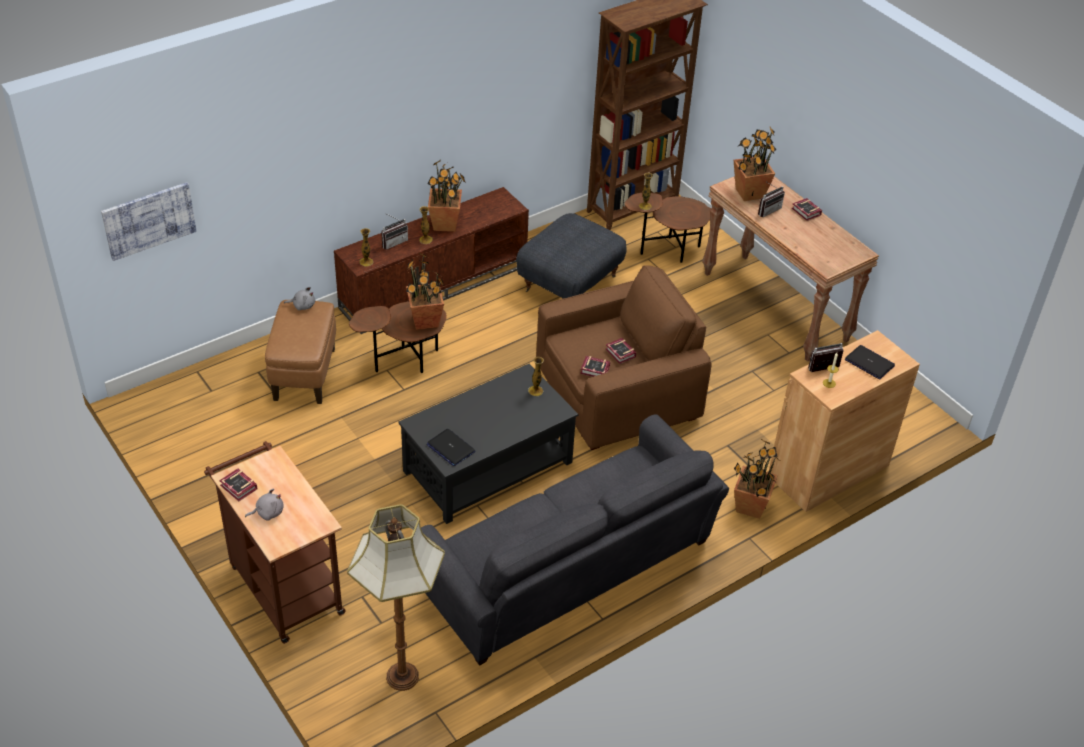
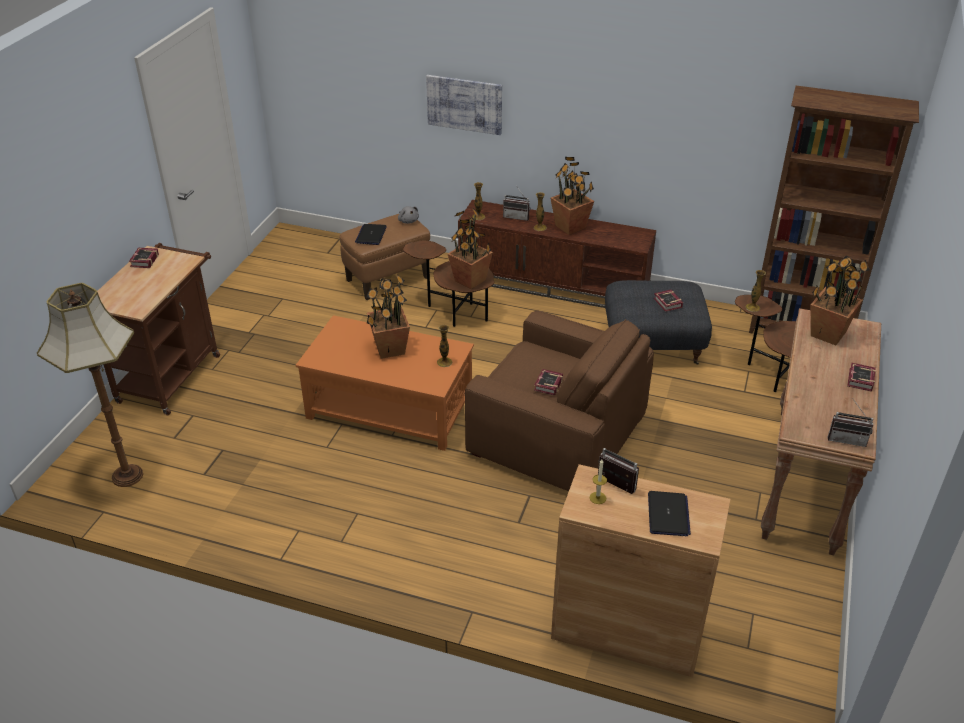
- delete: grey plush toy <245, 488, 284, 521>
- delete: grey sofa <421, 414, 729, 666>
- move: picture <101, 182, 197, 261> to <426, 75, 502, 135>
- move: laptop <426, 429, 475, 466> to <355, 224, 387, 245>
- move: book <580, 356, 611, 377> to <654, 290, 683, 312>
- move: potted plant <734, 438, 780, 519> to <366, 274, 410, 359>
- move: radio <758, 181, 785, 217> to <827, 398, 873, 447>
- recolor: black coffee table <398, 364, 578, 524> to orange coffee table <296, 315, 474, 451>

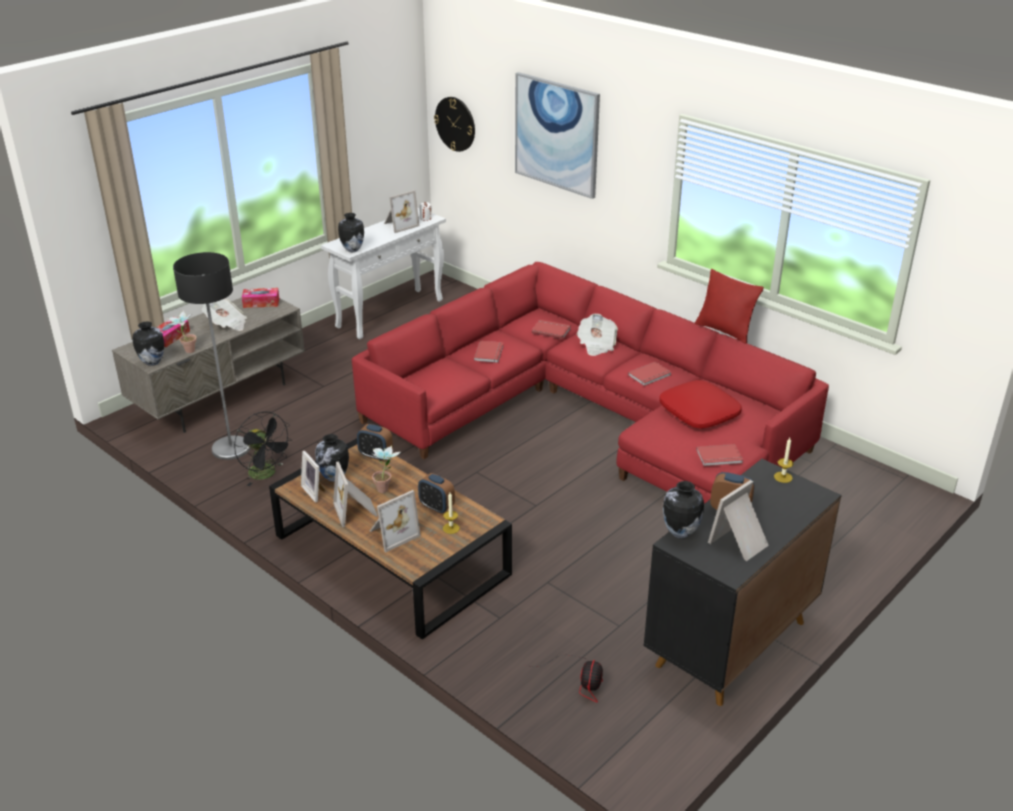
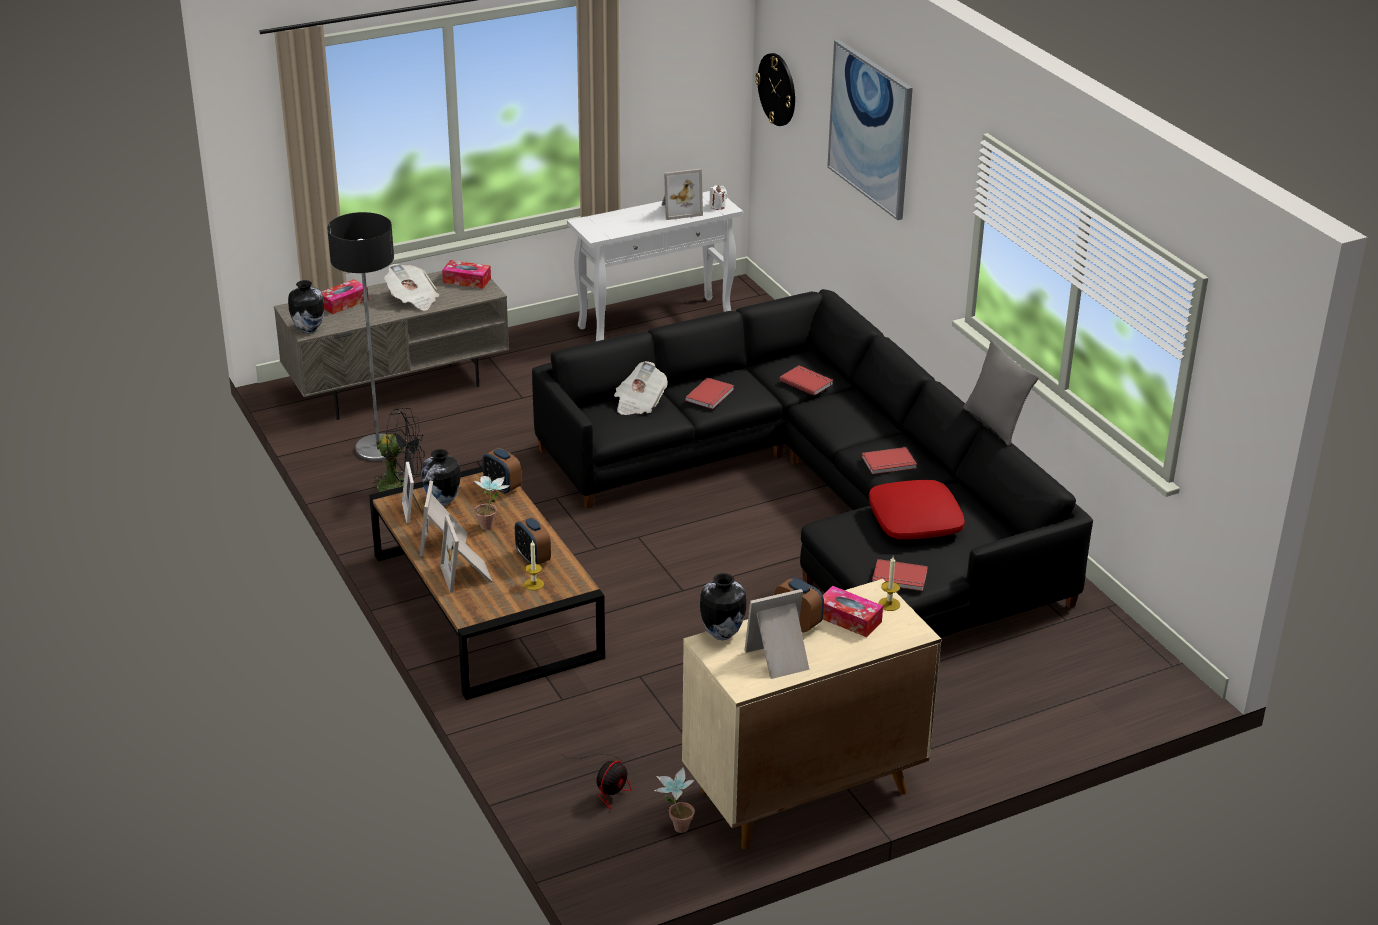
- delete: vase <338, 213, 364, 252>
- insert: tissue box <823, 586, 883, 637>
- move: potted plant <167, 310, 197, 353> to <654, 767, 695, 833>
- move: newspaper <577, 314, 618, 356> to <614, 361, 668, 415>
- recolor: red sofa <352, 262, 829, 504> to black sofa <532, 289, 1093, 638>
- recolor: black cabinet <644, 459, 842, 706> to beige cabinet <682, 579, 941, 849>
- recolor: red pillow <695, 269, 764, 344> to grey pillow <963, 340, 1039, 446>
- rotate: black fan <234, 411, 293, 486> = <370, 408, 425, 492> 60 degrees counterclockwise
- rotate: picture frame <370, 490, 421, 552> = <440, 515, 492, 593> 90 degrees clockwise

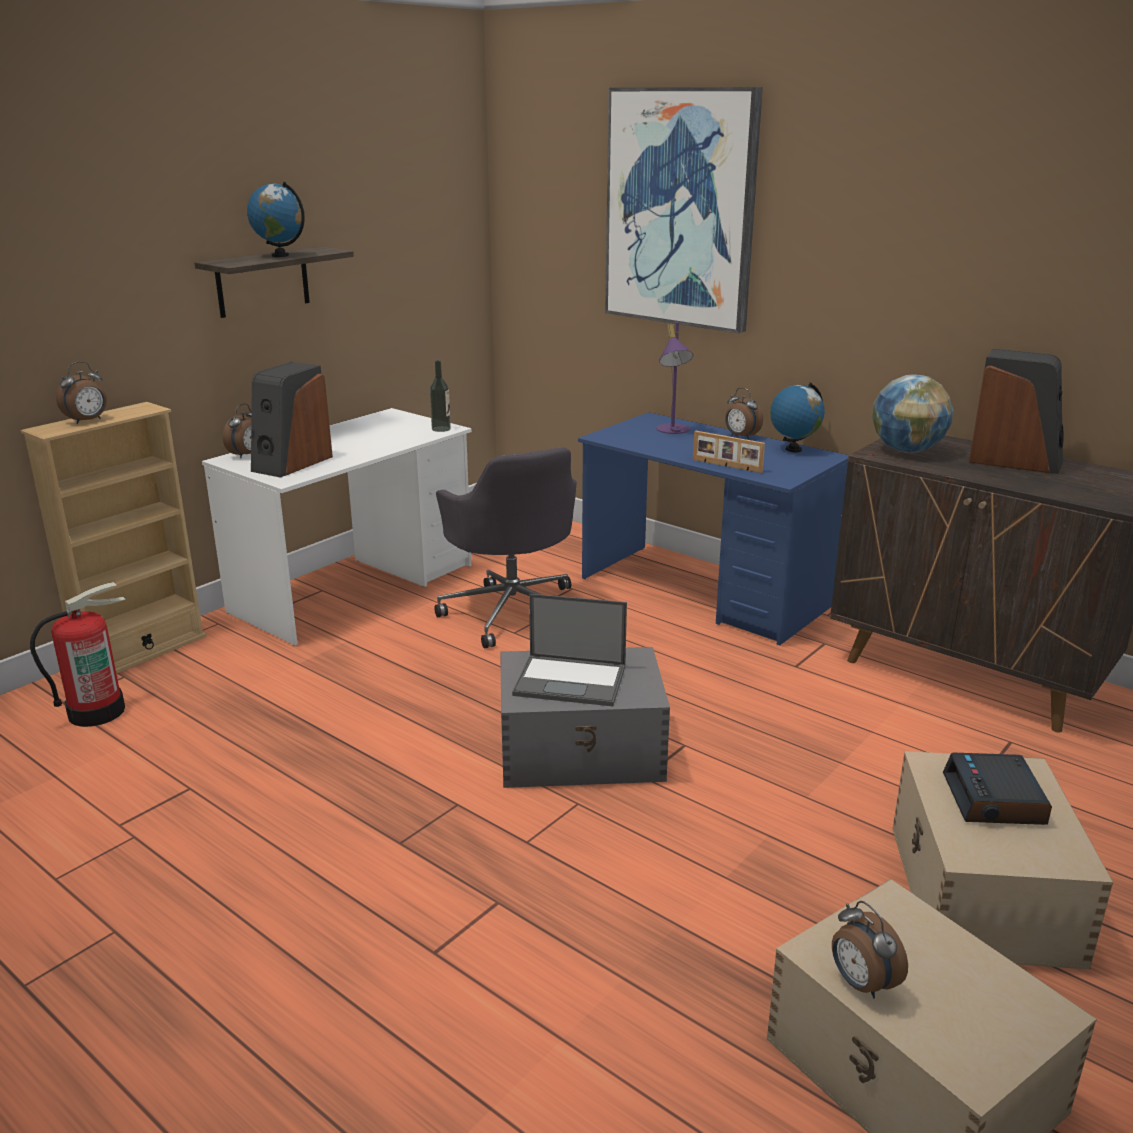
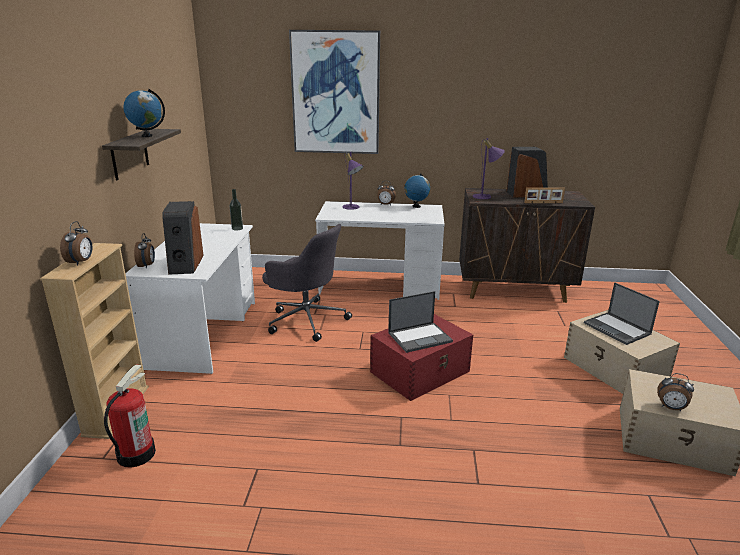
- move: picture frame <693, 431, 765, 473> to <524, 188, 565, 203>
- replace: globe <872, 375, 953, 453> to purple table lamp <473, 138, 505, 199>
- replace: alarm clock <943, 753, 1052, 825> to laptop <584, 282, 660, 345>
- recolor: grey storage box <500, 647, 670, 788> to red storage box <370, 314, 473, 401>
- recolor: blue desk <578, 412, 849, 646> to white desk <315, 201, 445, 300>

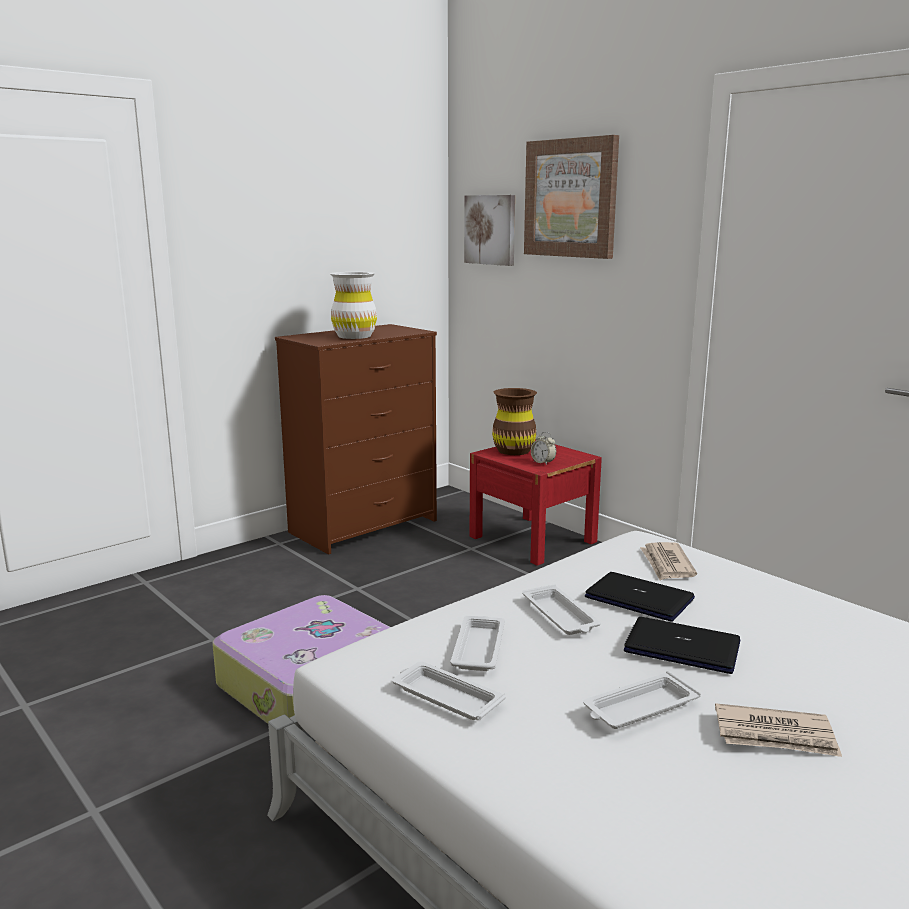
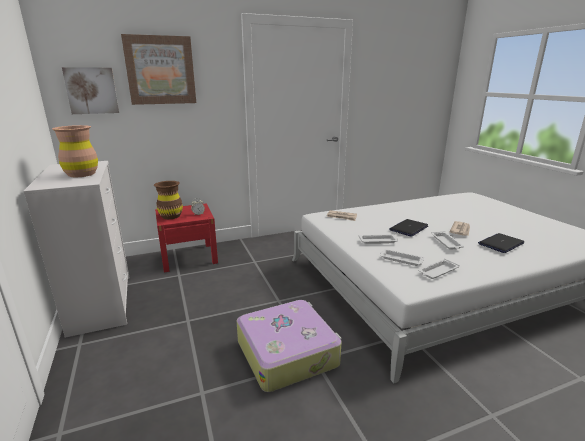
- move: laptop <585, 572, 695, 622> to <478, 233, 524, 253>
- recolor: brown dresser <275, 324, 437, 555> to white dresser <23, 161, 130, 338>
- recolor: white vase <330, 272, 377, 339> to brown vase <52, 125, 98, 177>

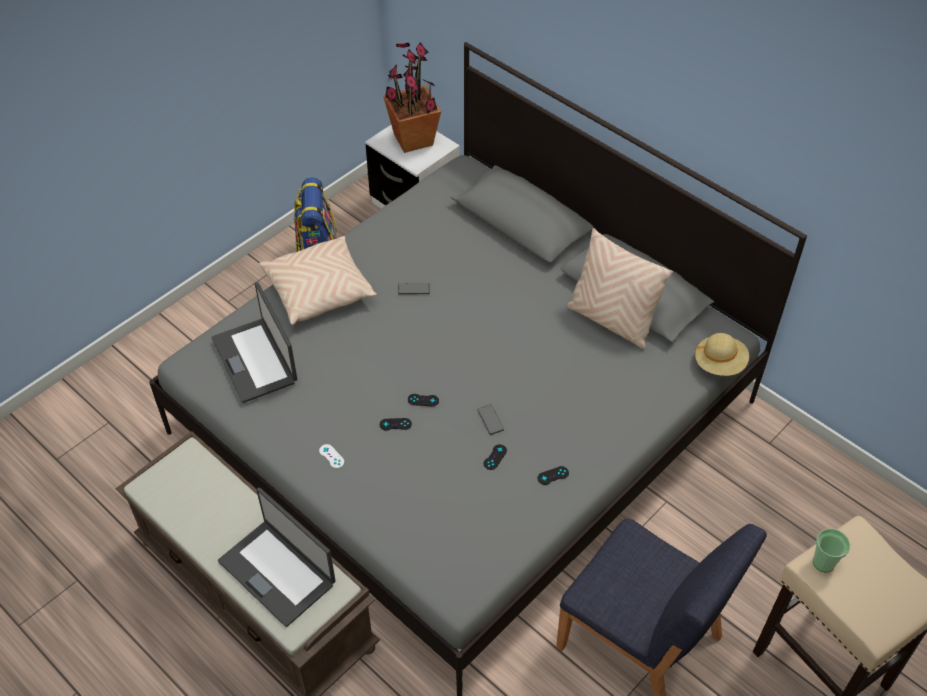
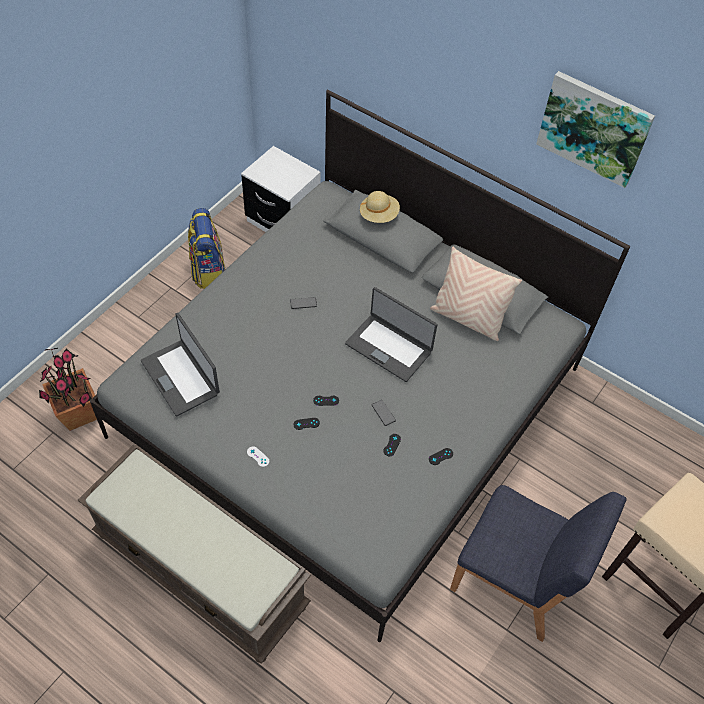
- delete: beige pillow <259, 236, 377, 325>
- delete: cup <813, 529, 850, 572>
- insert: picture <536, 71, 655, 188>
- move: laptop <218, 487, 336, 627> to <345, 287, 438, 382>
- move: potted plant <383, 42, 441, 153> to <39, 348, 97, 431>
- move: beige hat <694, 333, 749, 376> to <360, 191, 400, 223>

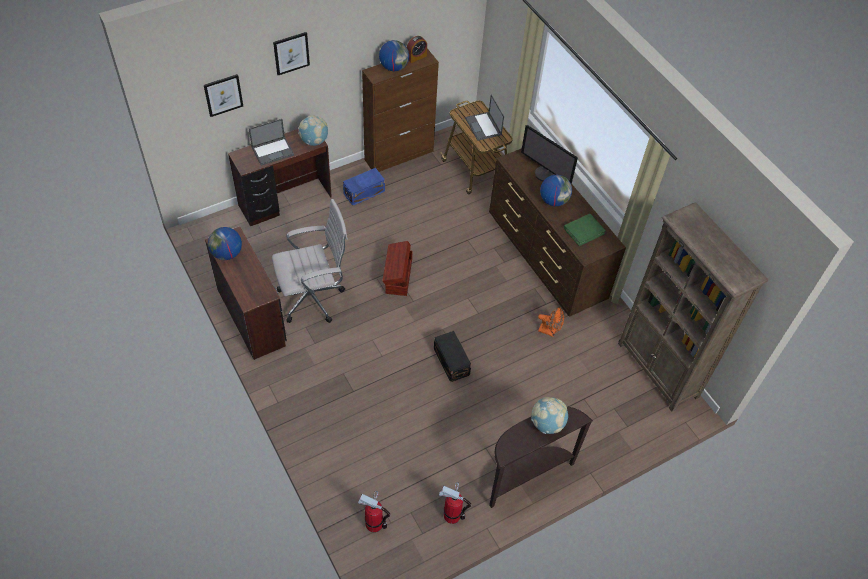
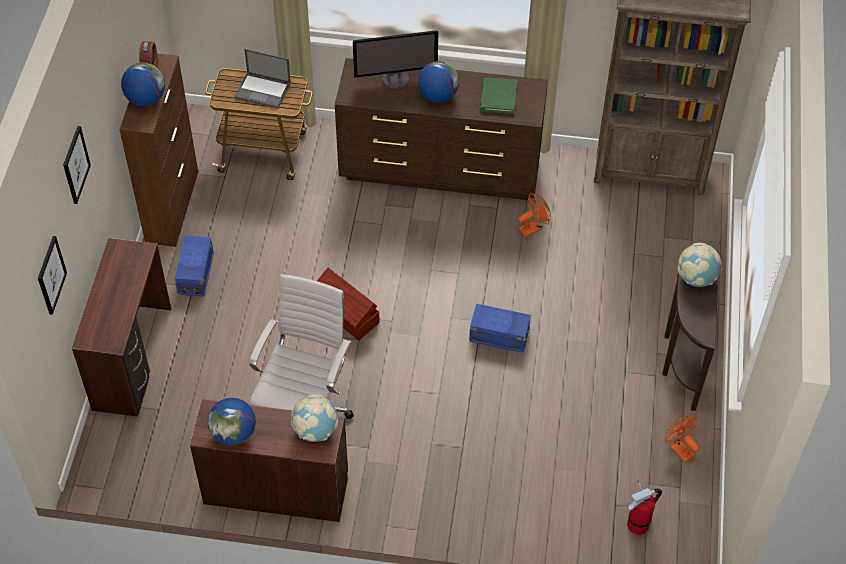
- delete: laptop <249, 119, 294, 166>
- move: globe <298, 116, 328, 146> to <291, 394, 338, 442>
- replace: fire extinguisher <439, 482, 471, 524> to orange fan <665, 416, 699, 463>
- recolor: black storage box <434, 331, 471, 382> to blue storage box <469, 304, 531, 353>

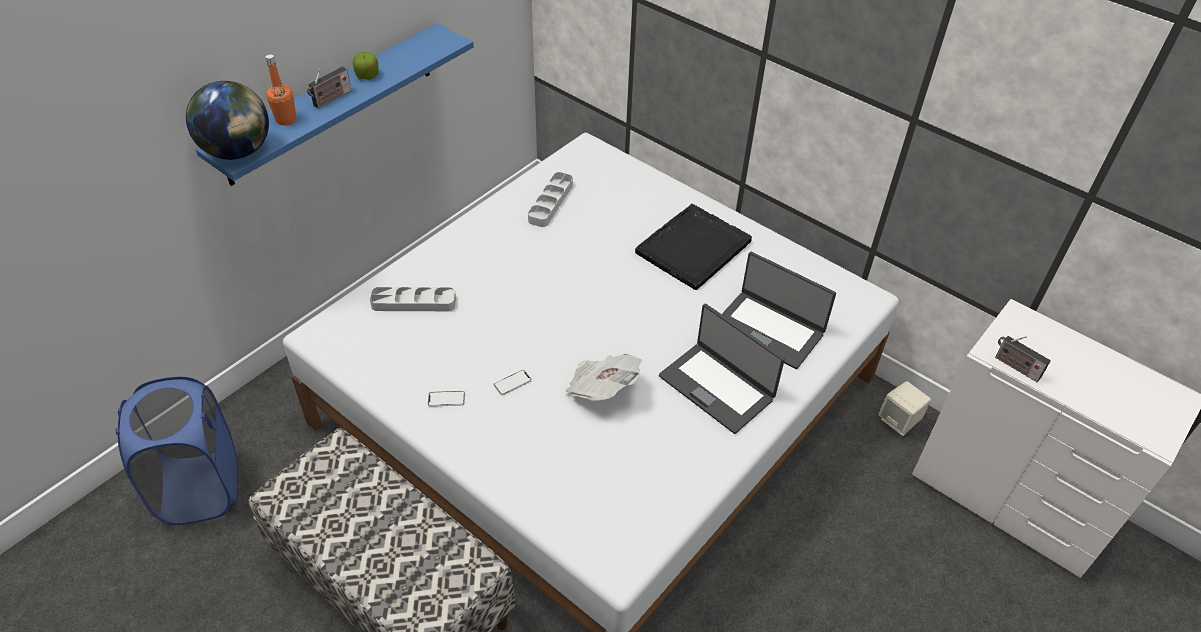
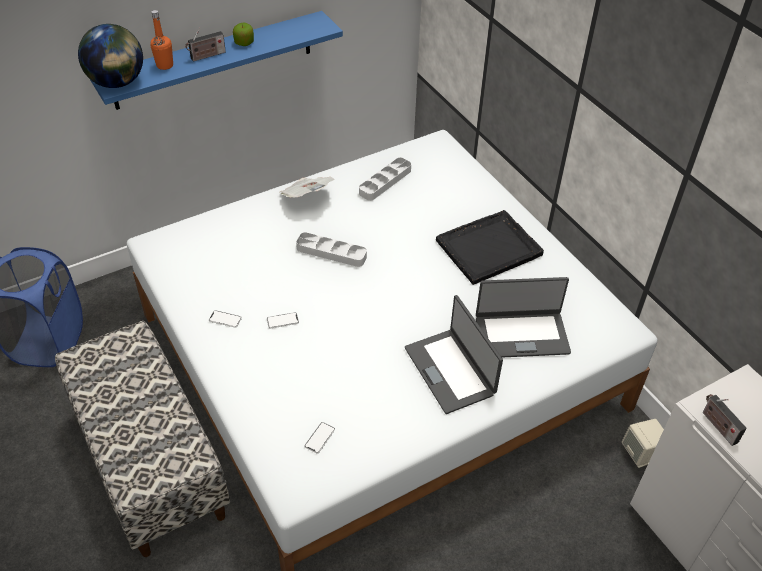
- insert: phone <304, 422, 335, 454>
- move: grey tray <370, 287, 456, 311> to <296, 232, 367, 267>
- move: newspaper <565, 354, 642, 401> to <280, 177, 335, 197>
- rotate: laptop <722, 252, 836, 369> = <476, 277, 571, 358> 60 degrees counterclockwise

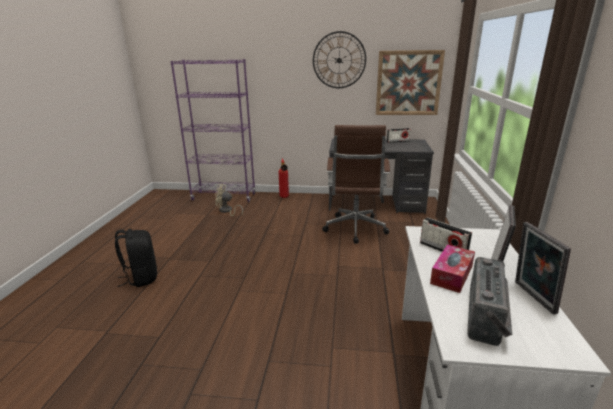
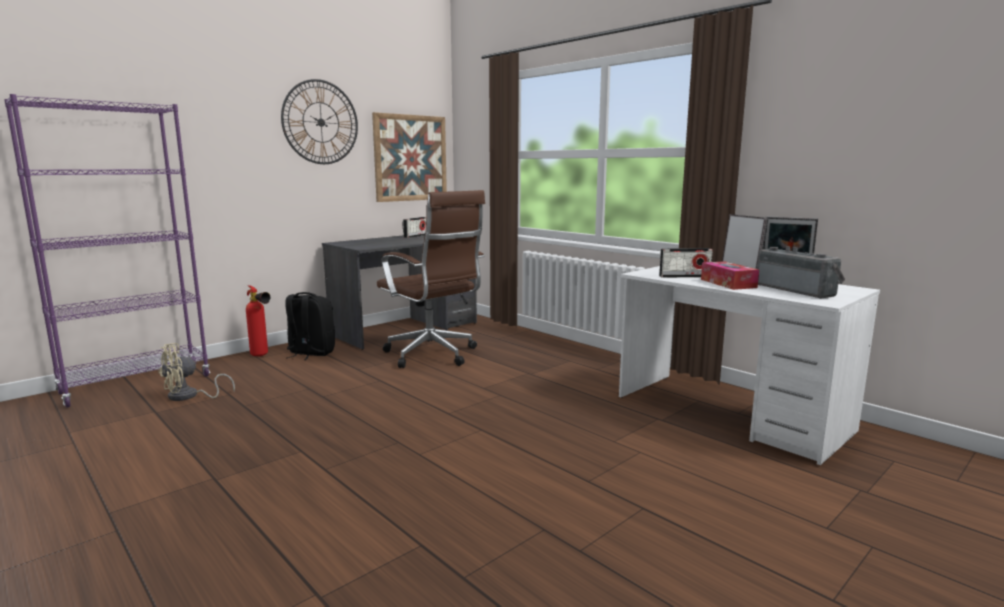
- move: black backpack <115, 229, 157, 287> to <285, 292, 335, 360>

